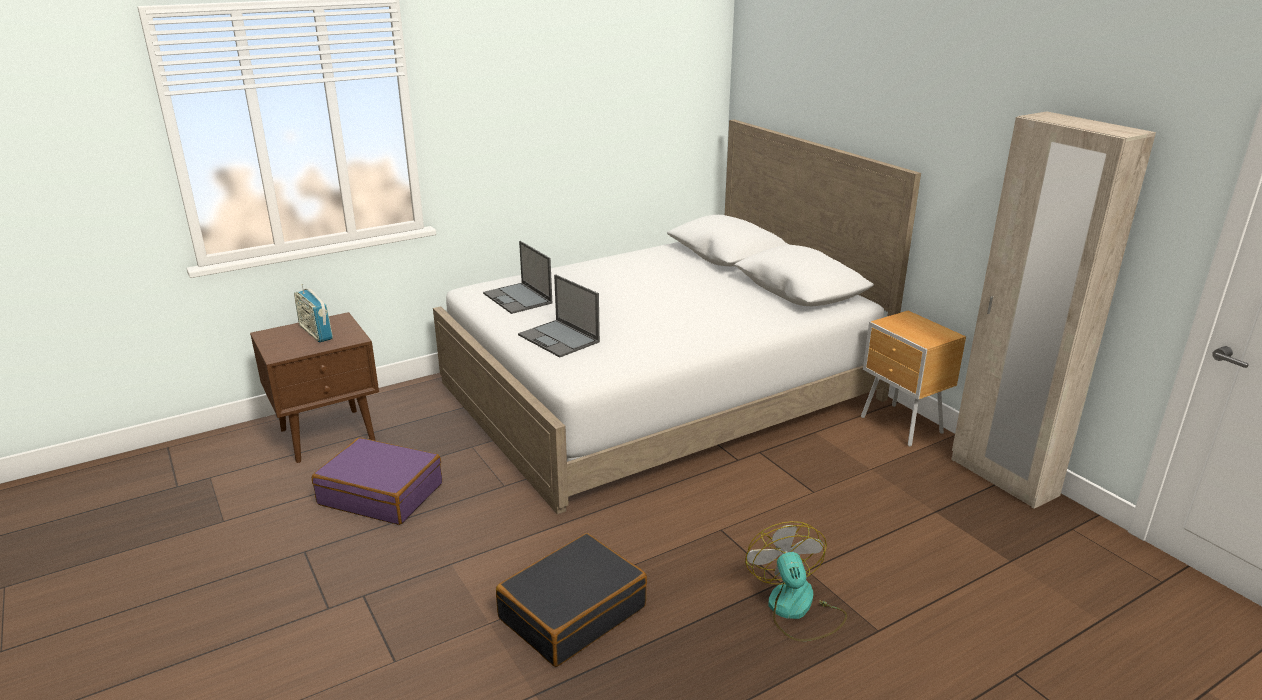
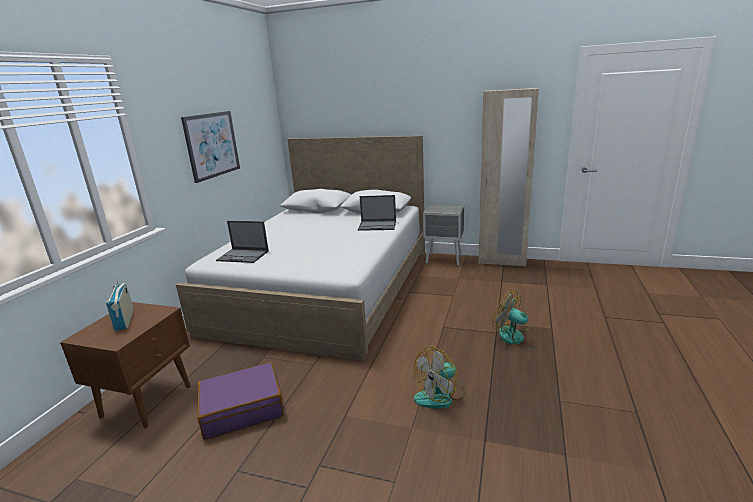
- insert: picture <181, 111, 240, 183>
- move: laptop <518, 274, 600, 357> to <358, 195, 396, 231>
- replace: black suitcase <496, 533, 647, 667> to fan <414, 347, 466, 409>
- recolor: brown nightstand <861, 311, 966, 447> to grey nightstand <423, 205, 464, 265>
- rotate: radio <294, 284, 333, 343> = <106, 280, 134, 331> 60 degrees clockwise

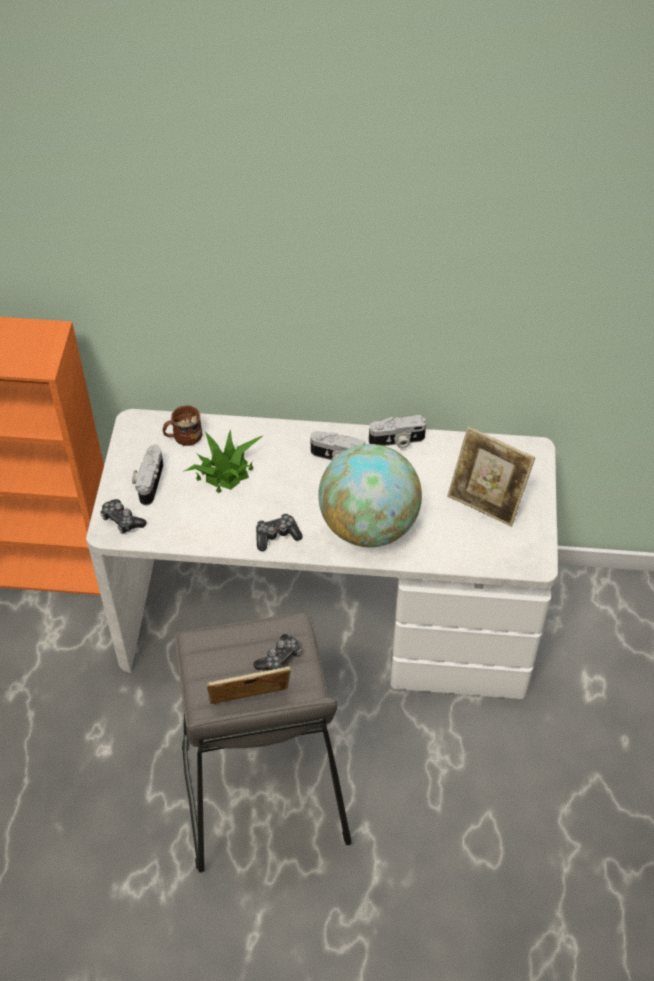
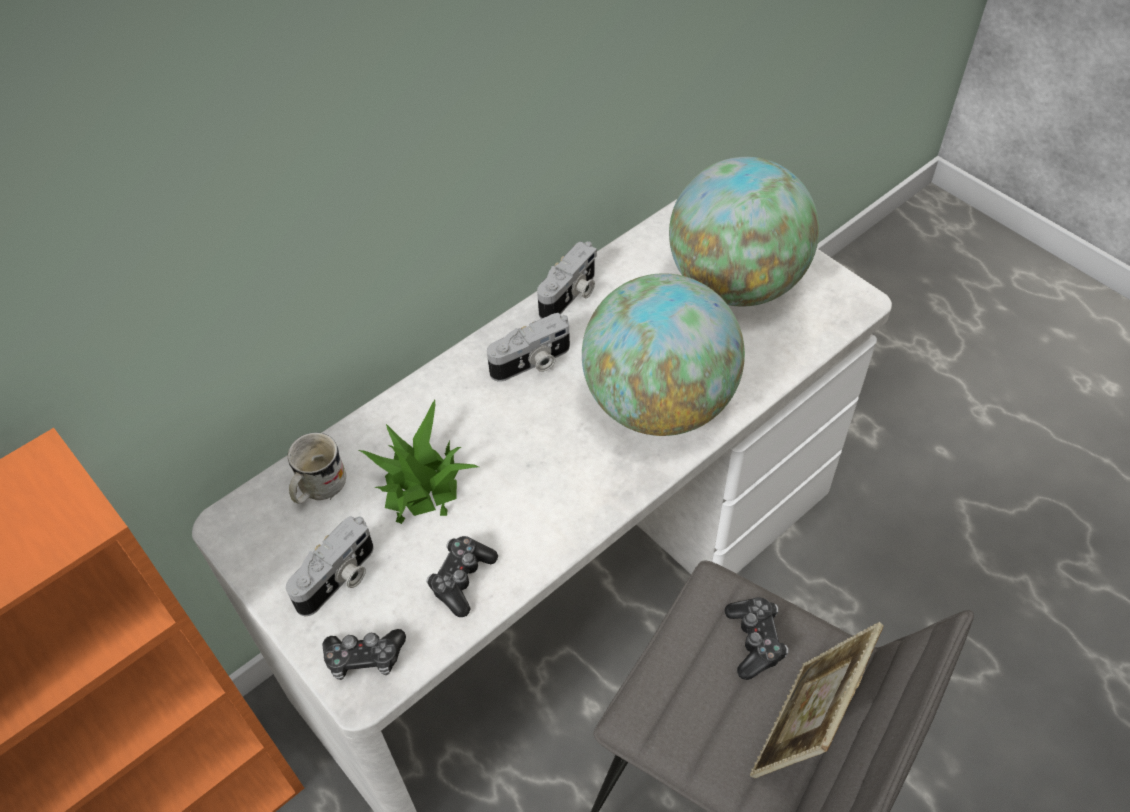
- move: game controller <256, 513, 302, 551> to <426, 536, 498, 617>
- replace: picture frame <447, 427, 535, 527> to globe <669, 157, 819, 307>
- recolor: brown mug <163, 405, 203, 446> to white mug <288, 432, 346, 504>
- rotate: photo camera <132, 445, 163, 506> = <286, 516, 374, 616> 105 degrees counterclockwise

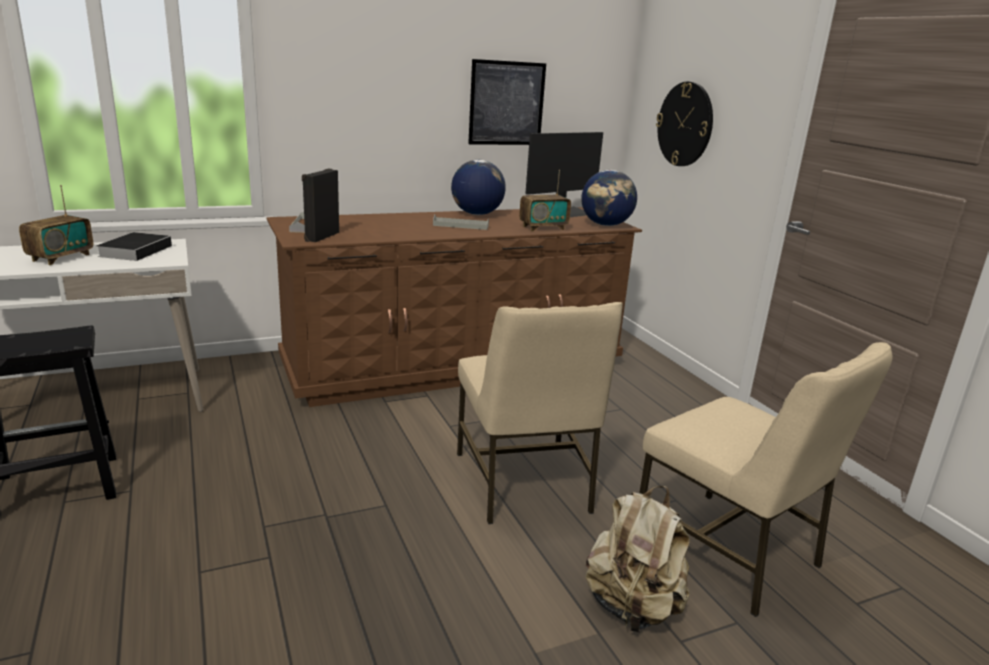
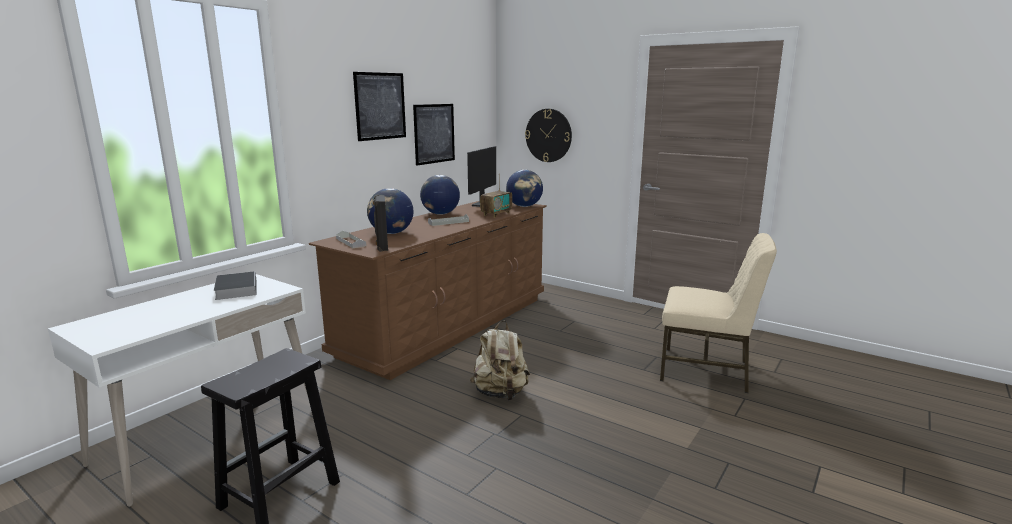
- delete: radio <19, 185, 93, 265>
- delete: beige chair <457, 302, 623, 524>
- insert: picture <353, 72, 406, 141>
- insert: globe <367, 188, 413, 234>
- move: beige backpack <585, 486, 690, 633> to <470, 320, 530, 401>

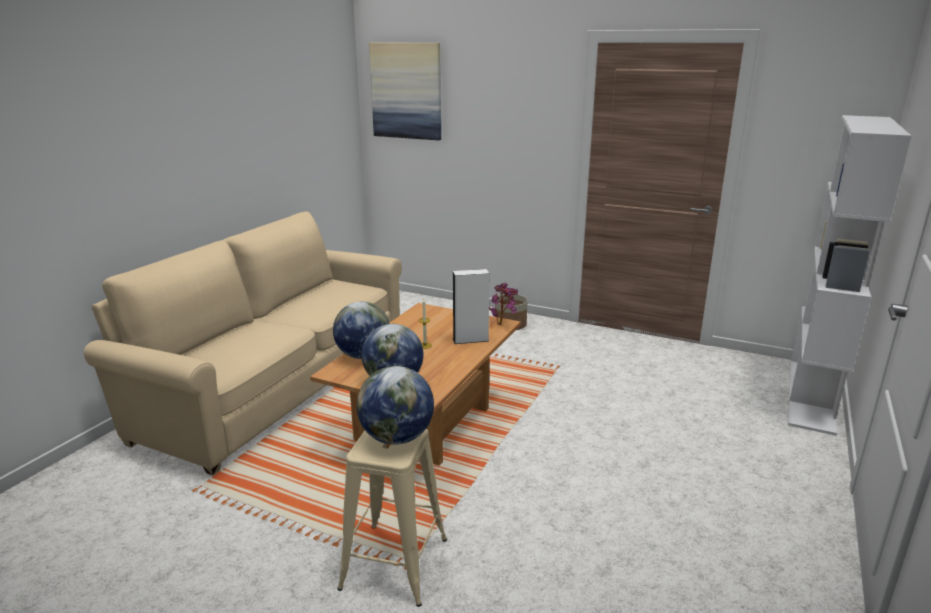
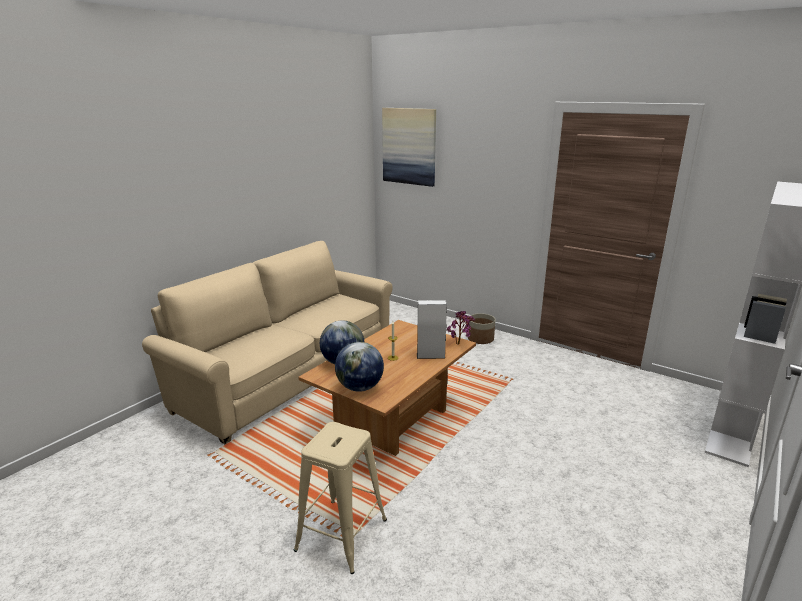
- delete: globe <357, 366, 434, 445>

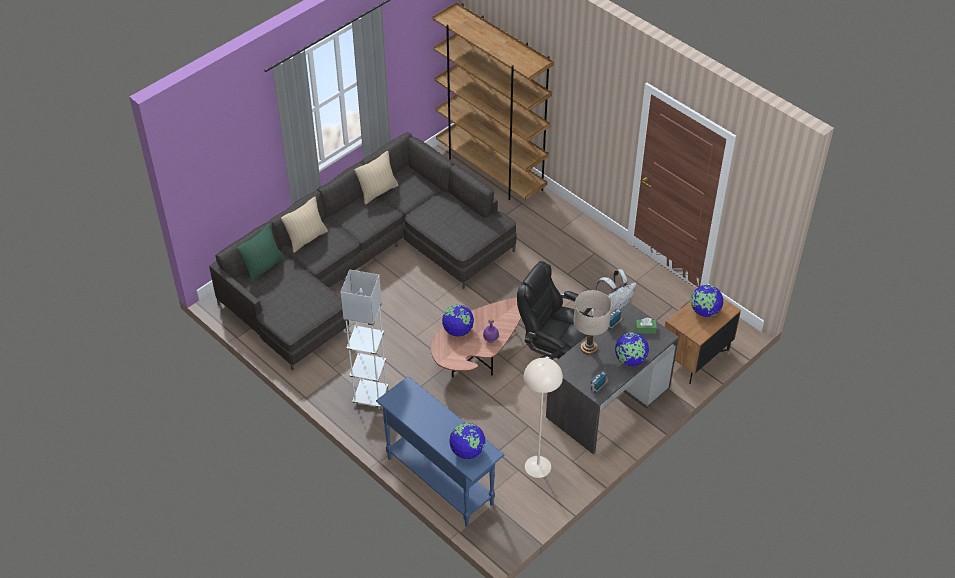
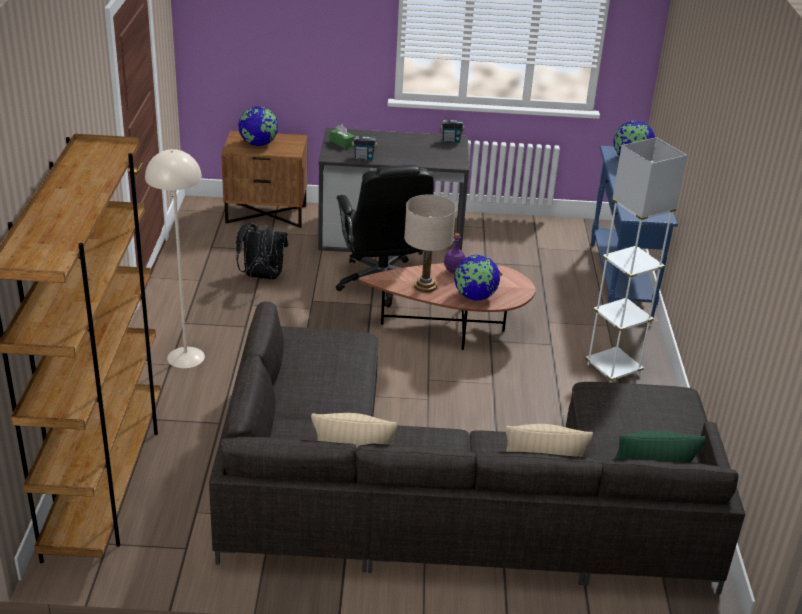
- delete: globe <615, 332, 649, 366>
- move: beige floor lamp <524, 358, 563, 478> to <145, 149, 205, 368>
- move: beige table lamp <574, 290, 612, 355> to <404, 194, 456, 293>
- recolor: white backpack <596, 269, 637, 312> to black backpack <236, 223, 288, 280>

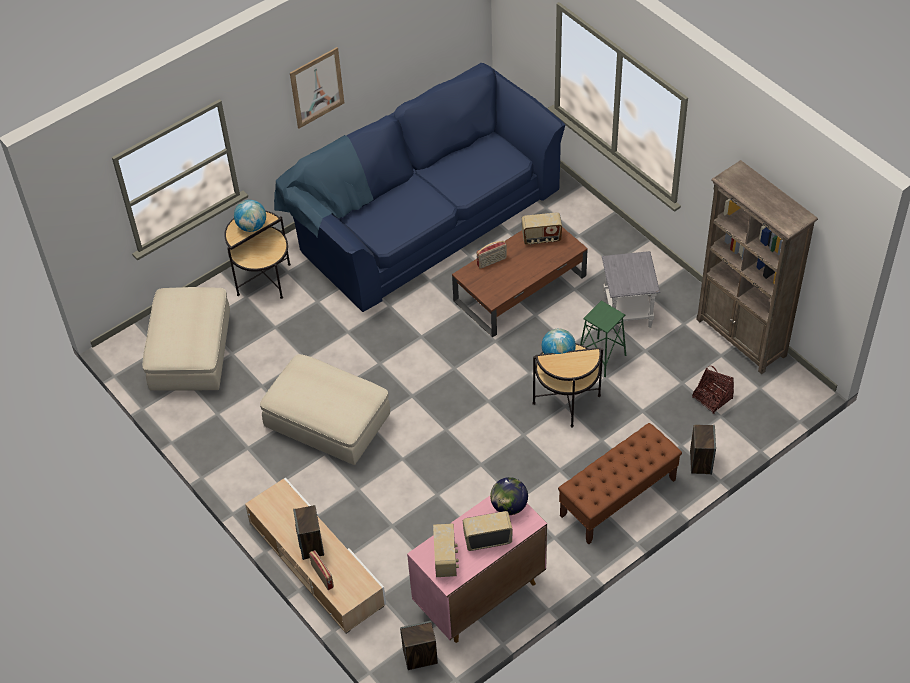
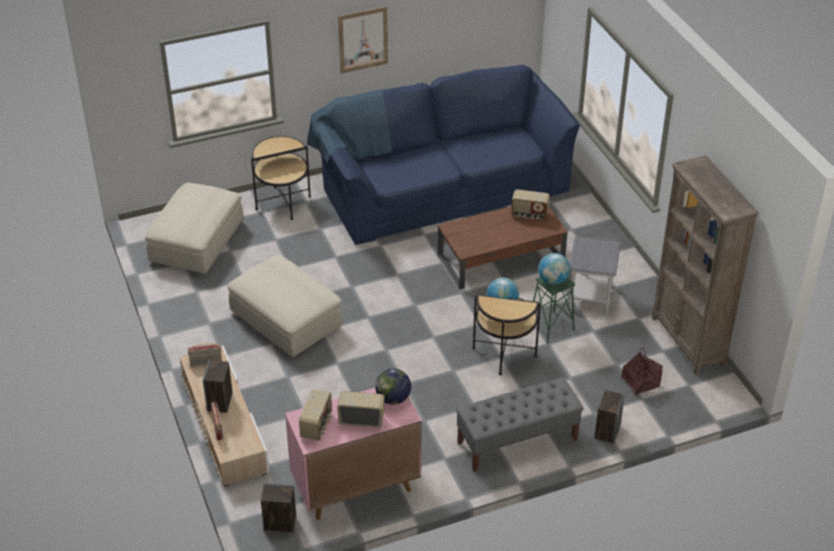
- move: globe <234, 200, 266, 232> to <538, 253, 570, 285>
- move: radio <477, 241, 507, 269> to <188, 343, 222, 367>
- recolor: brown bench <558, 423, 682, 544> to grey bench <456, 377, 584, 472>

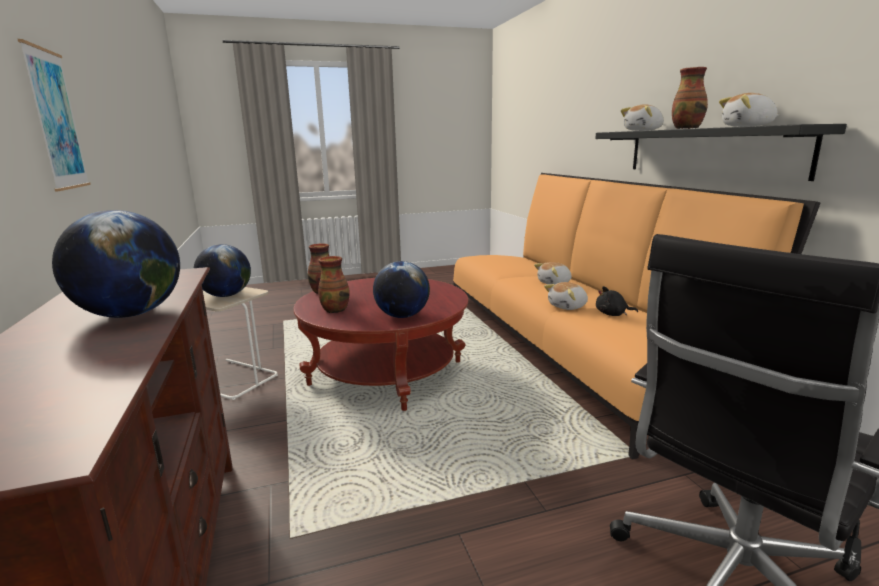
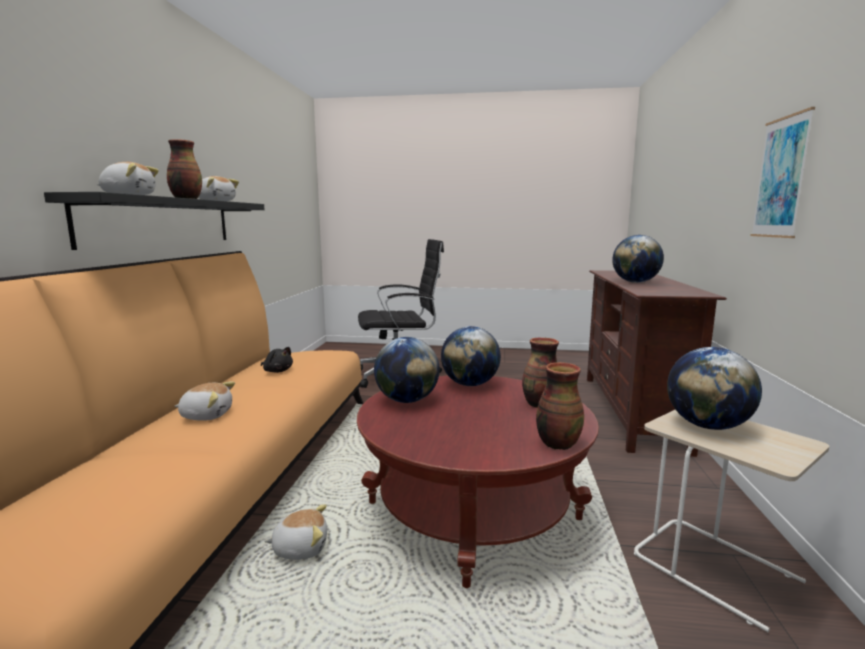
- insert: globe <374, 337, 440, 403>
- move: plush toy <544, 282, 588, 310> to <264, 505, 327, 560>

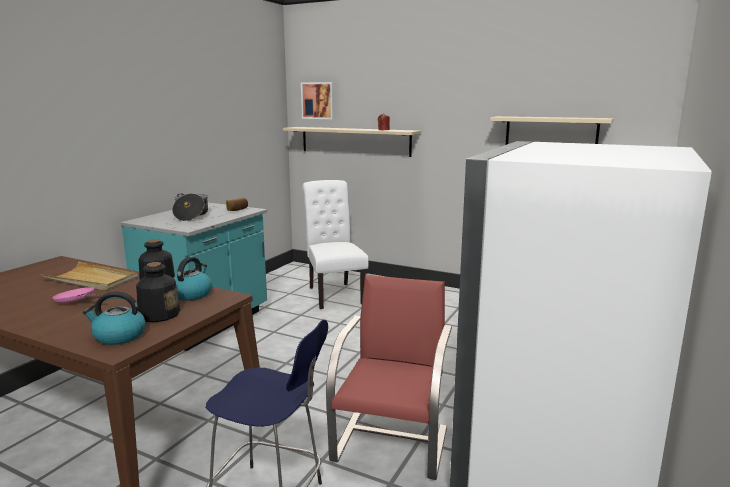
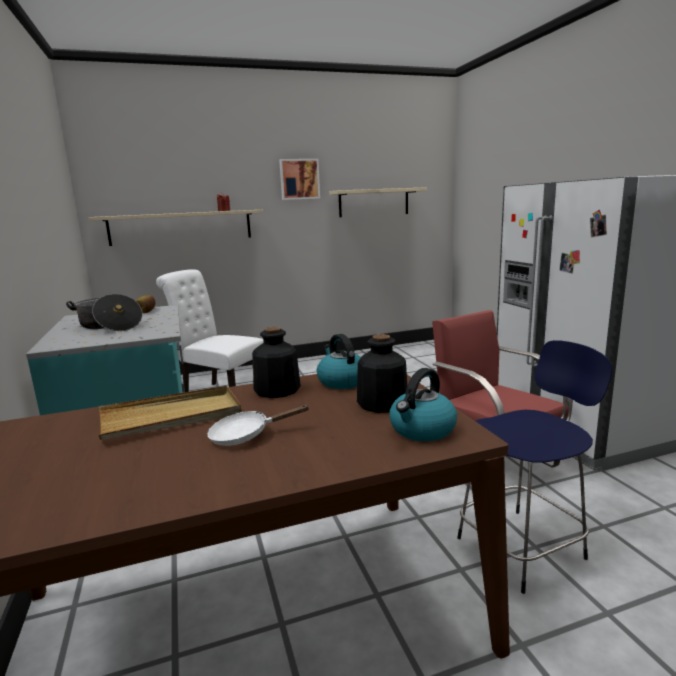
- move: picture <301, 82, 334, 119> to <279, 159, 320, 200>
- recolor: pink frying pan <52, 287, 101, 303> to white frying pan <207, 405, 310, 446>

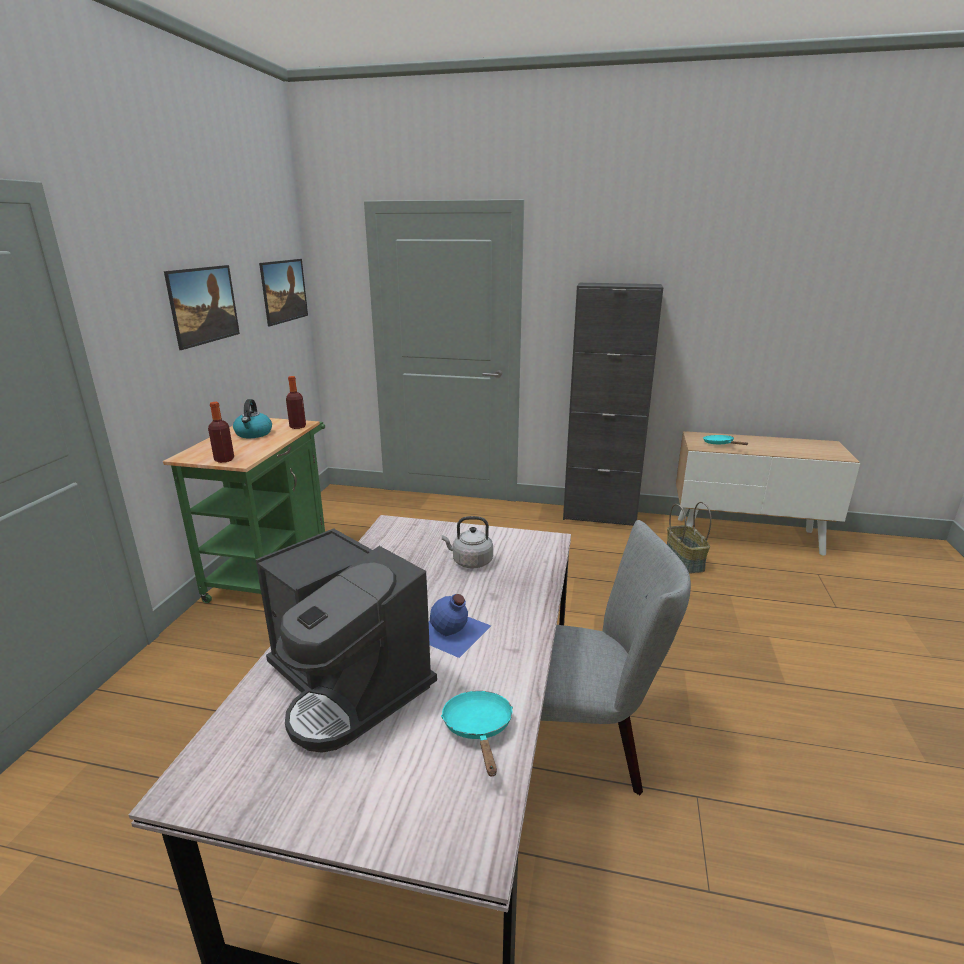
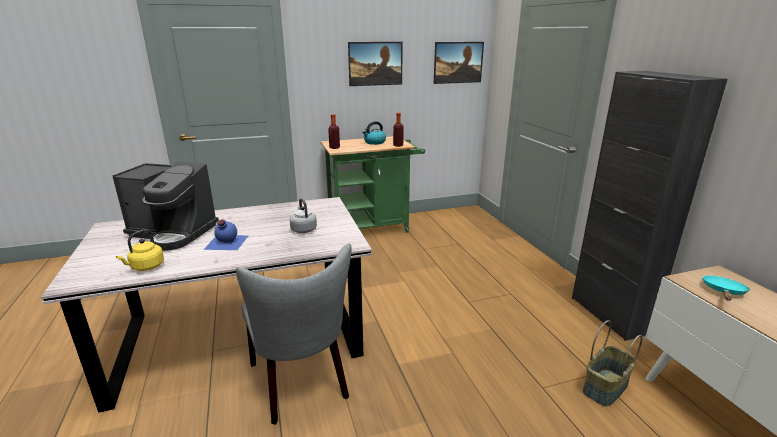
- replace: turquoise frying pan <441, 691, 513, 776> to yellow kettle <116, 229, 164, 271>
- rotate: coffee machine <256, 528, 437, 753> = <112, 162, 219, 250> 90 degrees counterclockwise

